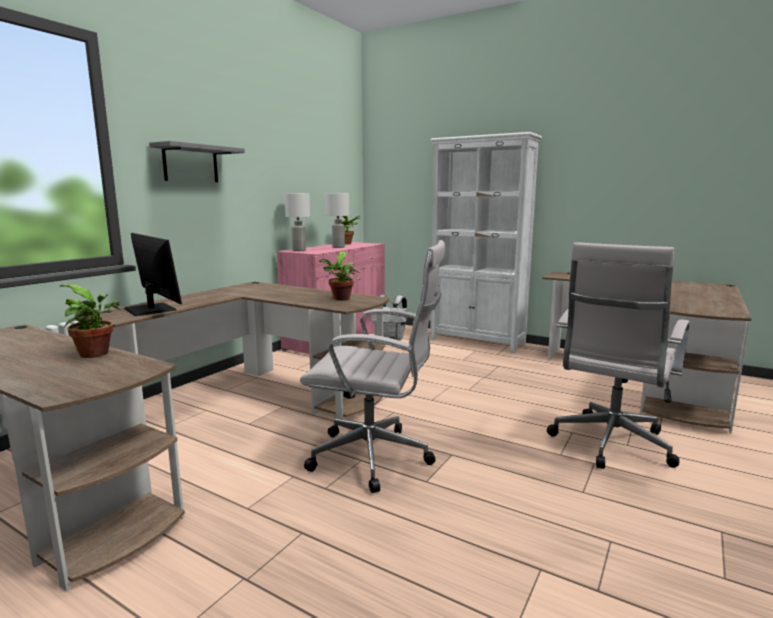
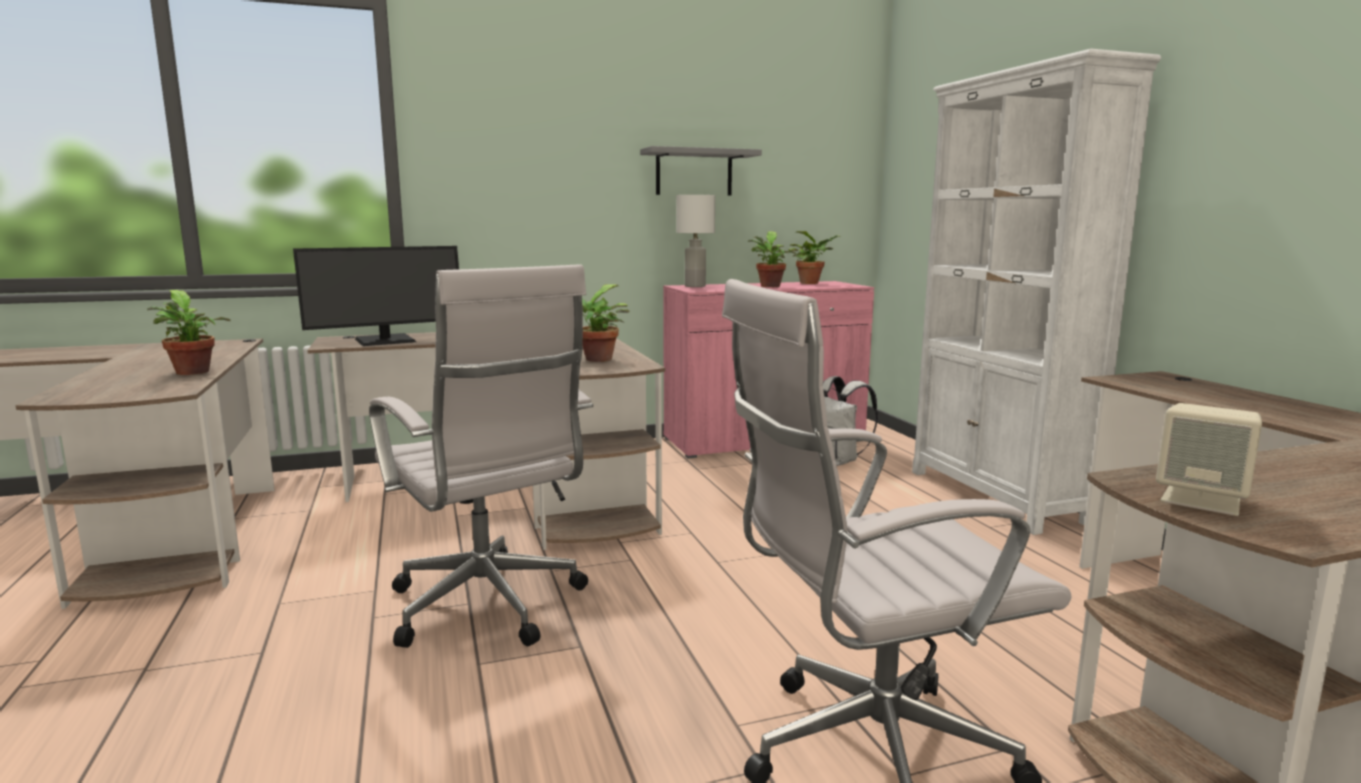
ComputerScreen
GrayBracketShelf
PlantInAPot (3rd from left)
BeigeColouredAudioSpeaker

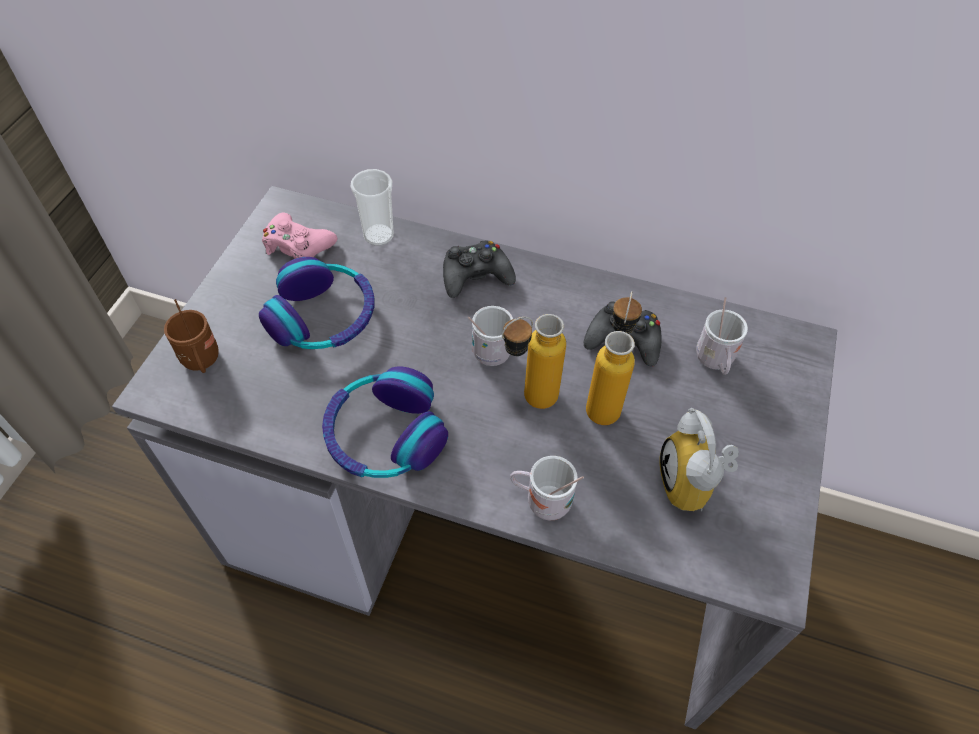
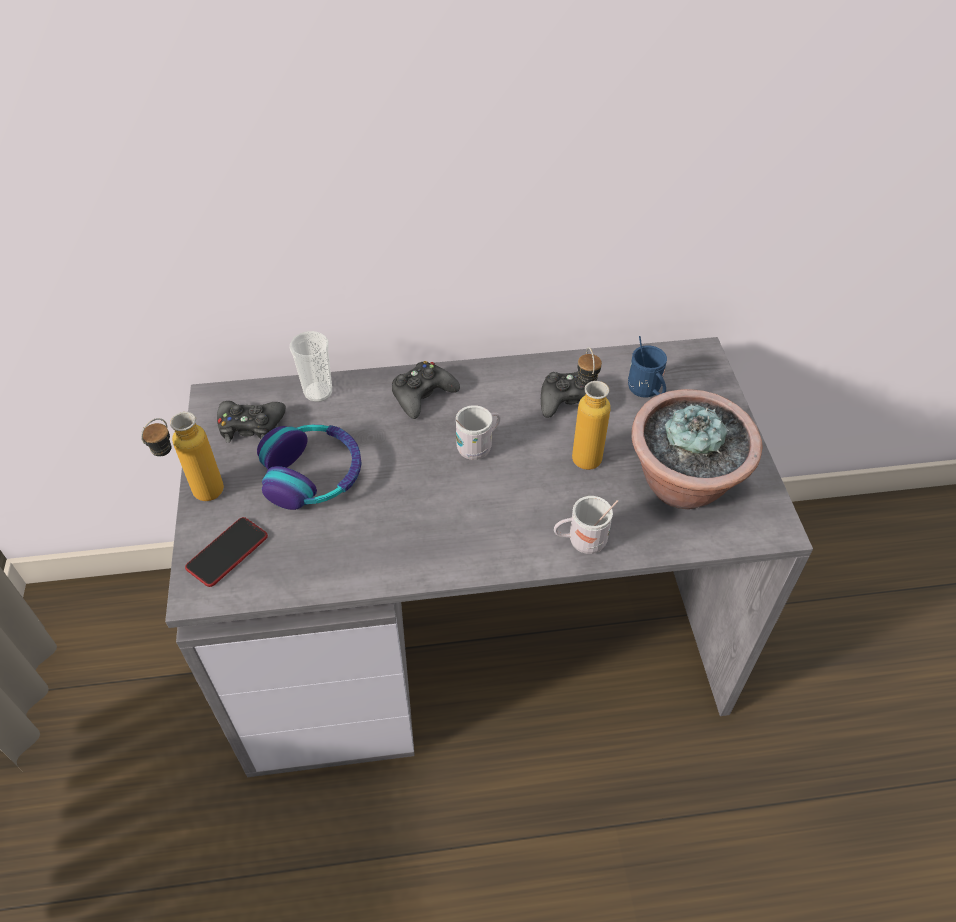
BeverageBottle (1st from left)
Telephone
BlackishGameController (1st from left)
BluishMug
PlantInAPot
Headphones (2nd from left in the first image)

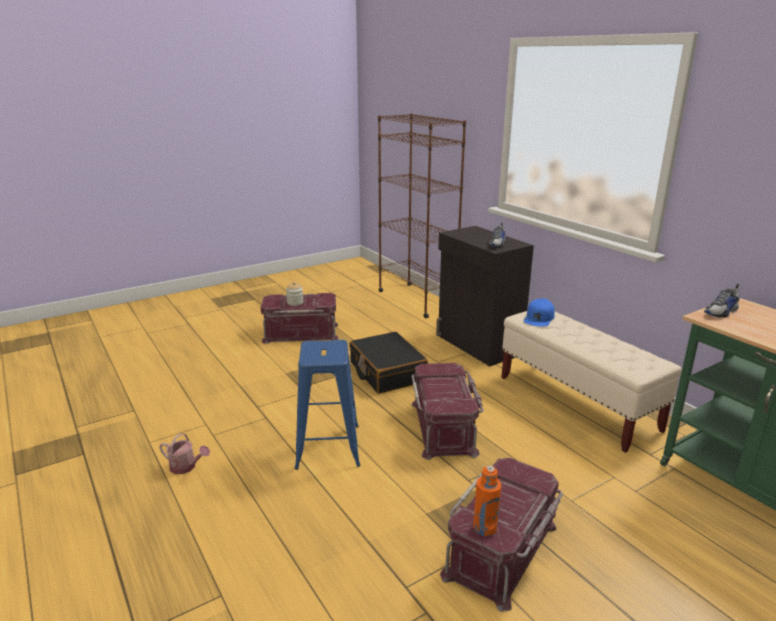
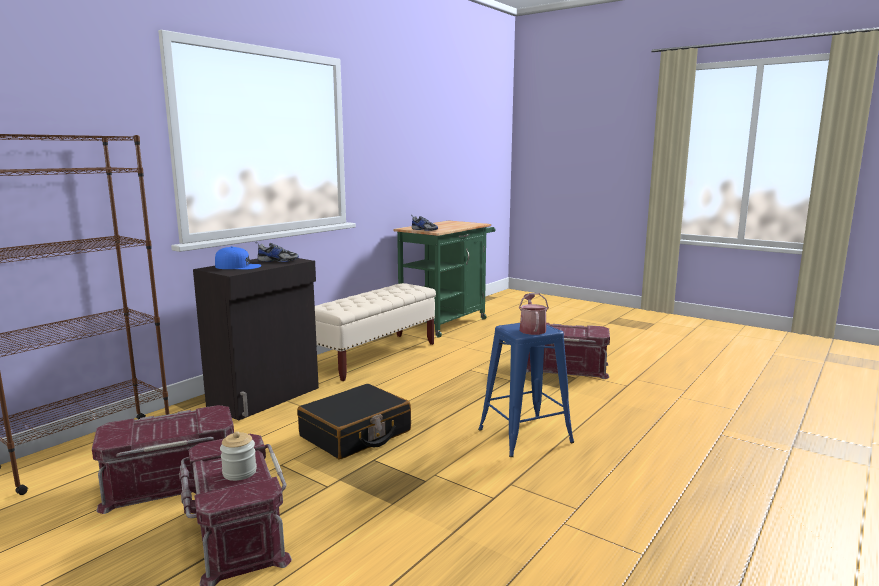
ReddishStorageBin (1st from left)
BluishPeakedCap
WateringPot
OrangeColouredBeverageBottle

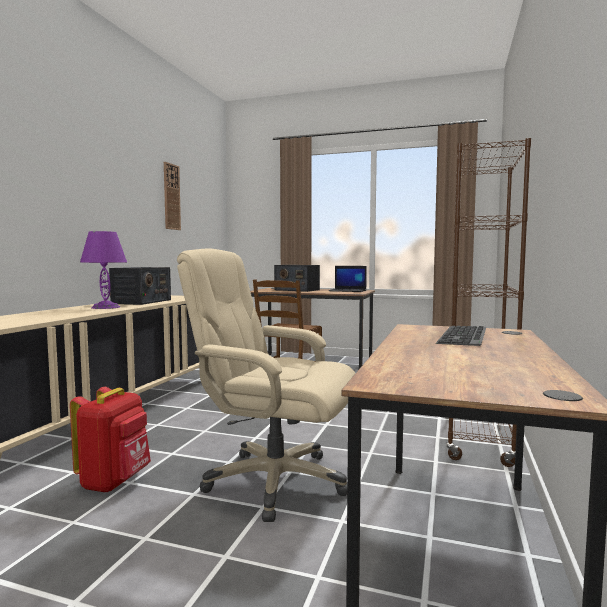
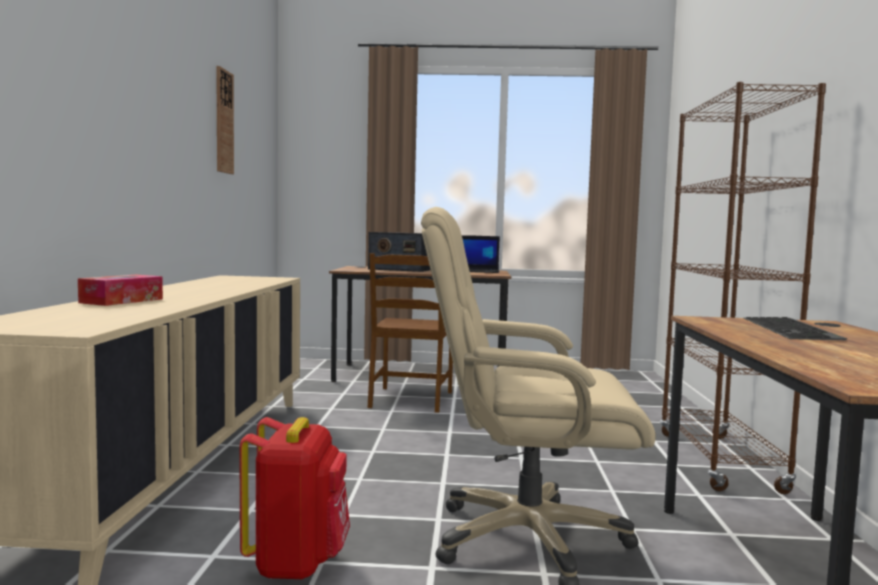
TissueHolder
PurplishTableLamp
RadioSet (1st from left in the first image)

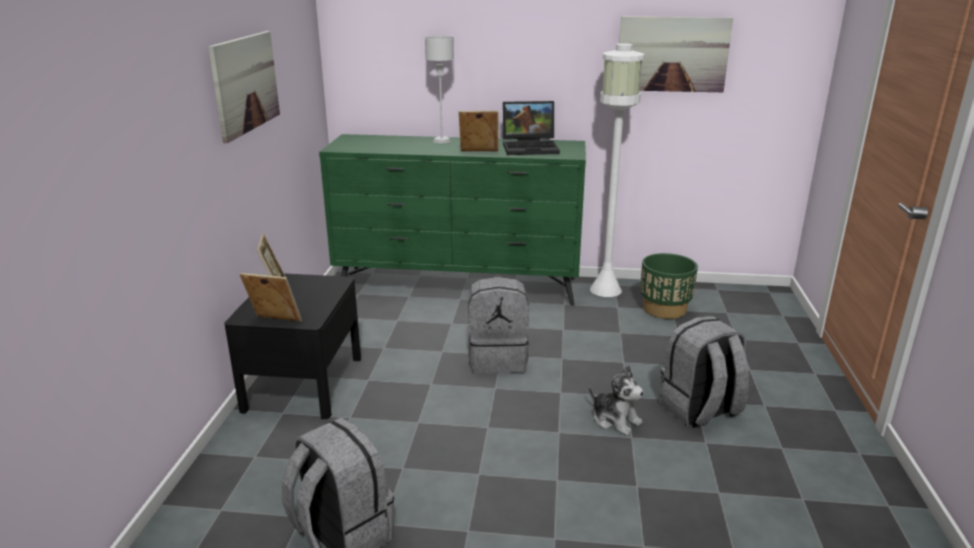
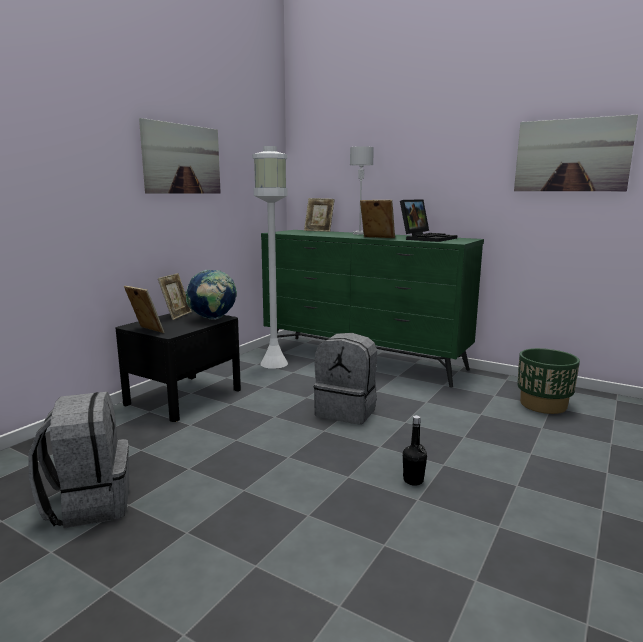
Globe
WhiteStandingLamp
PhotoFrame (3rd from left)
NotebookComputer
BlackishBeverageBottle
GrayRucksack (3rd from left in the first image)

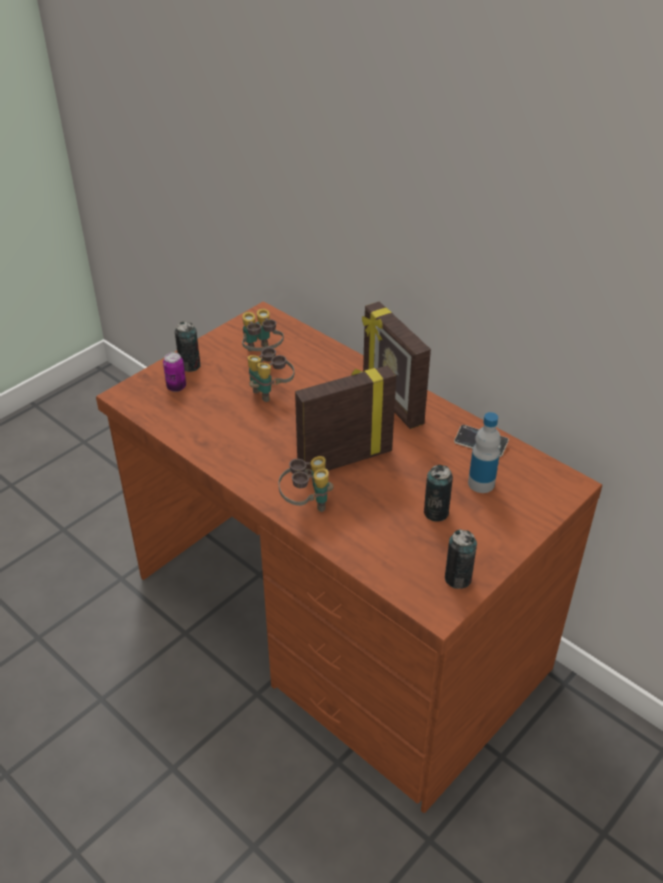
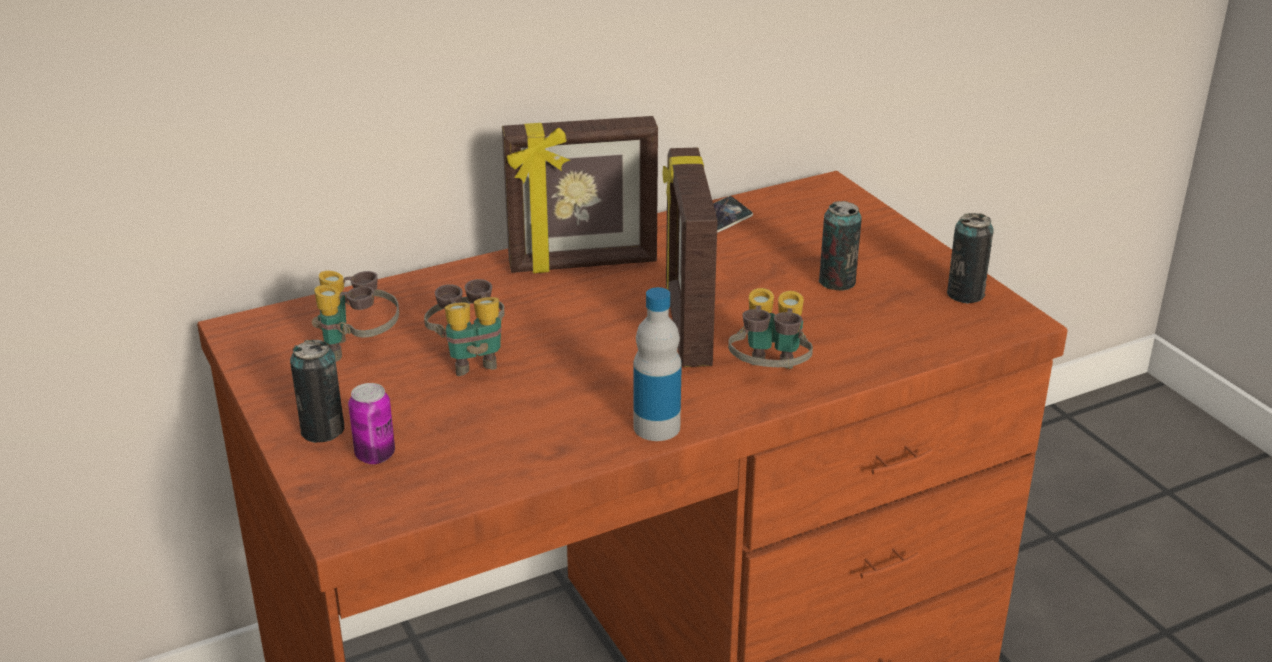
BeverageBottle

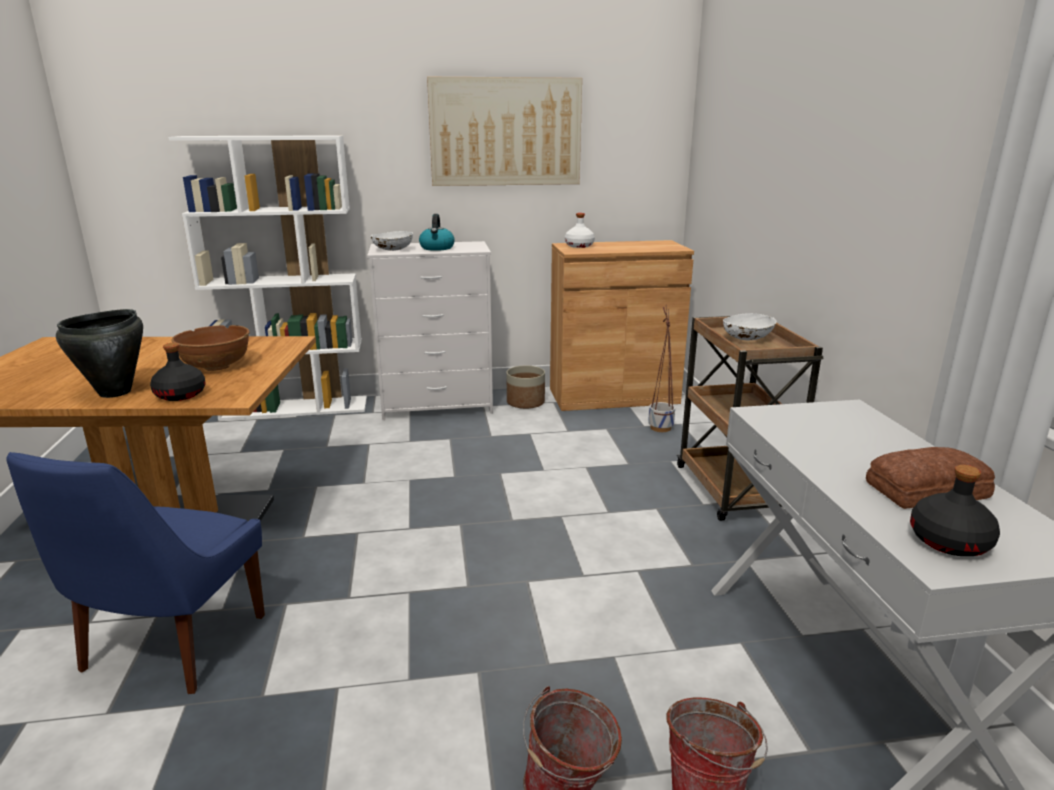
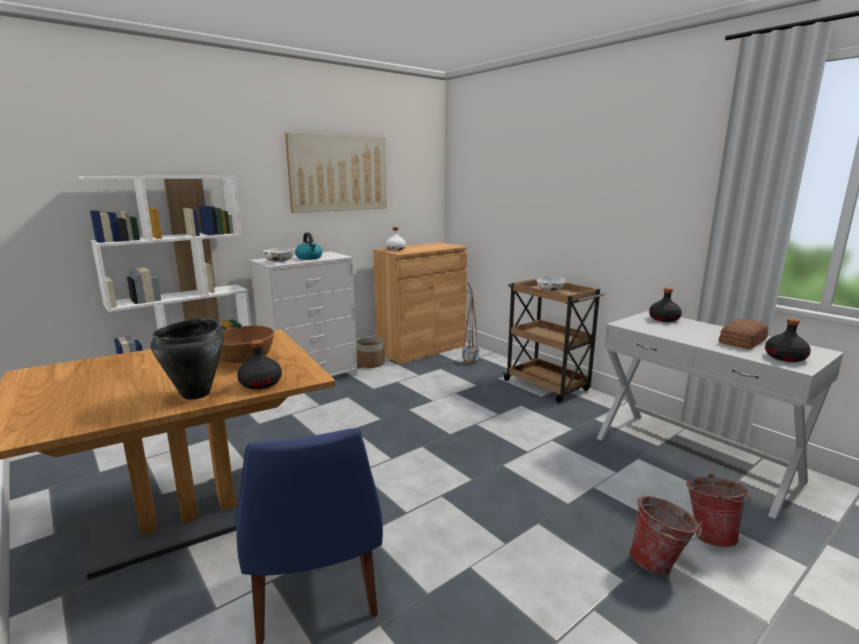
BlackishBeverageBottle (2nd from left)

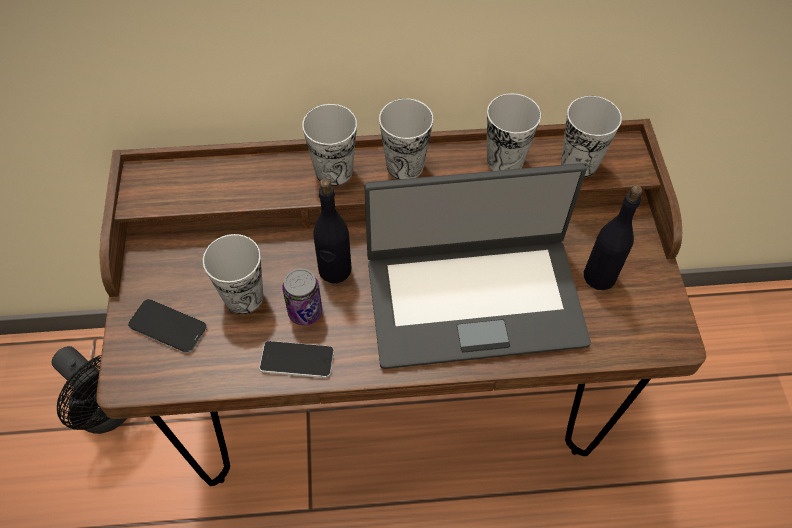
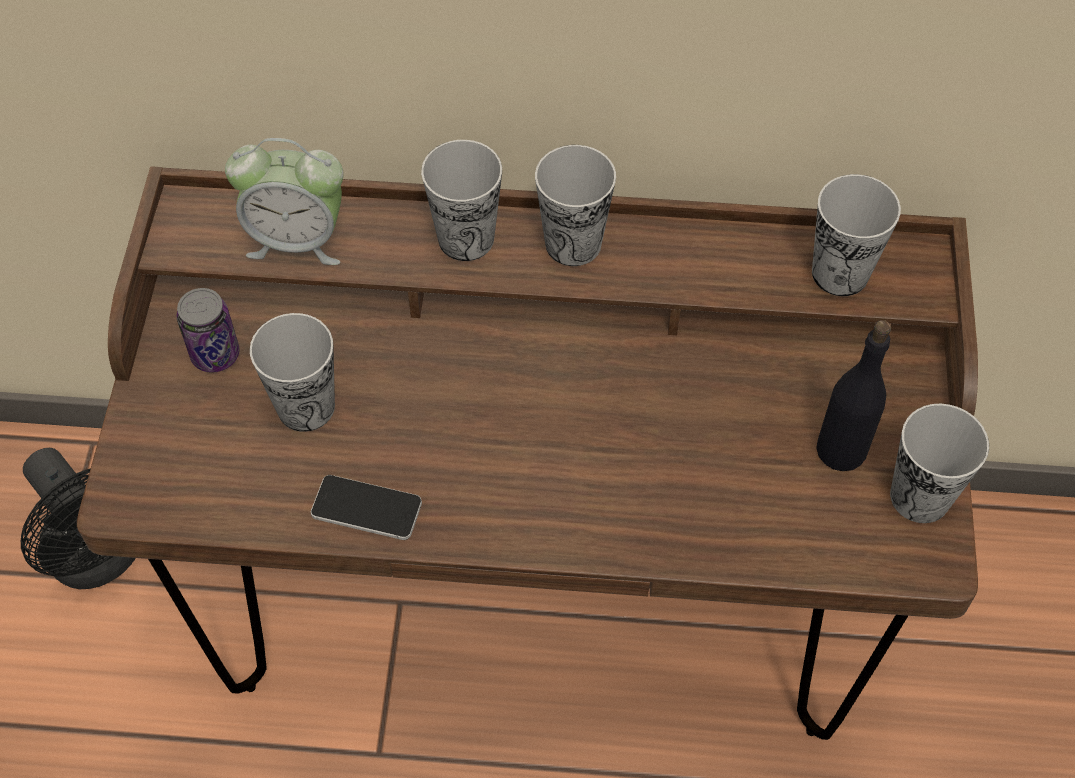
Can
TableClock
DrinkingCup (5th from left)
Telephone (1st from left in the first image)
BlackishBeverageBottle (1st from left in the first image)
NotebookComputer

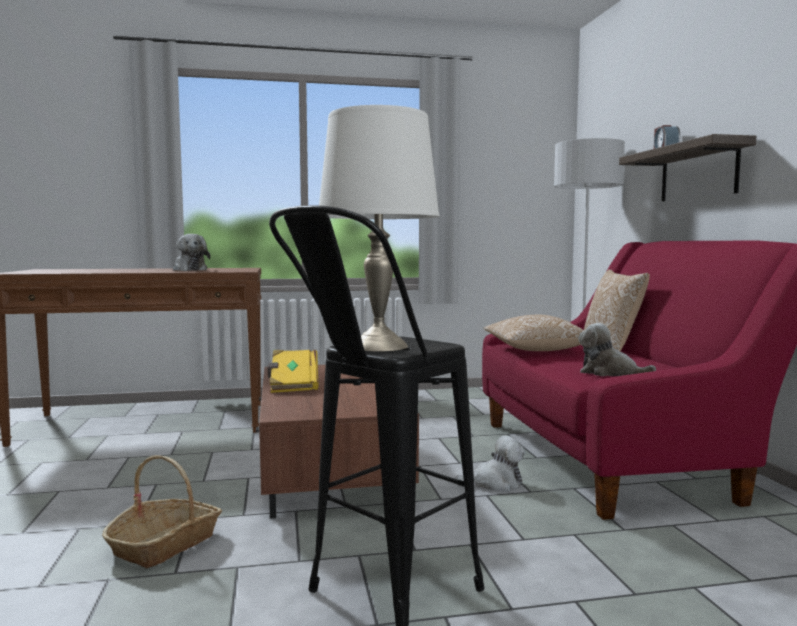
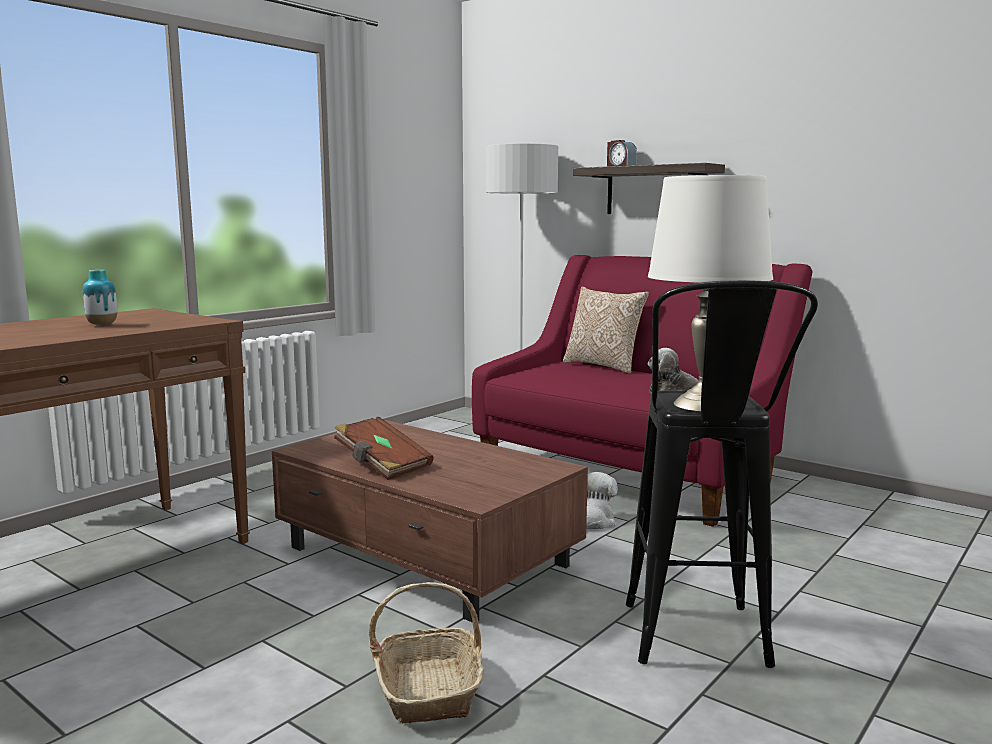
FlowerVase
BrownColouredVolume
Pillow (1st from left in the first image)

